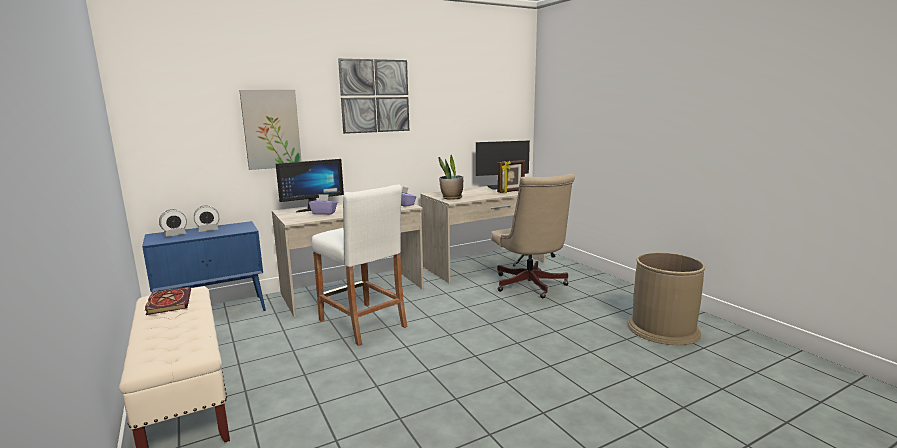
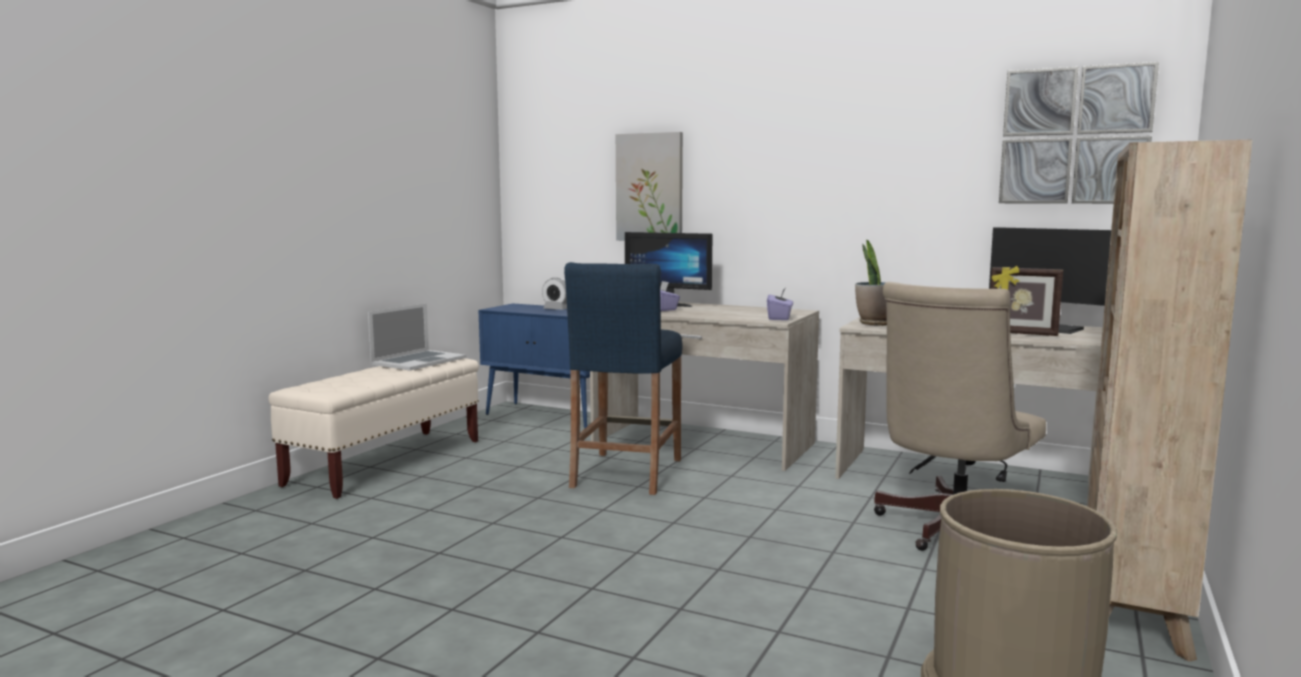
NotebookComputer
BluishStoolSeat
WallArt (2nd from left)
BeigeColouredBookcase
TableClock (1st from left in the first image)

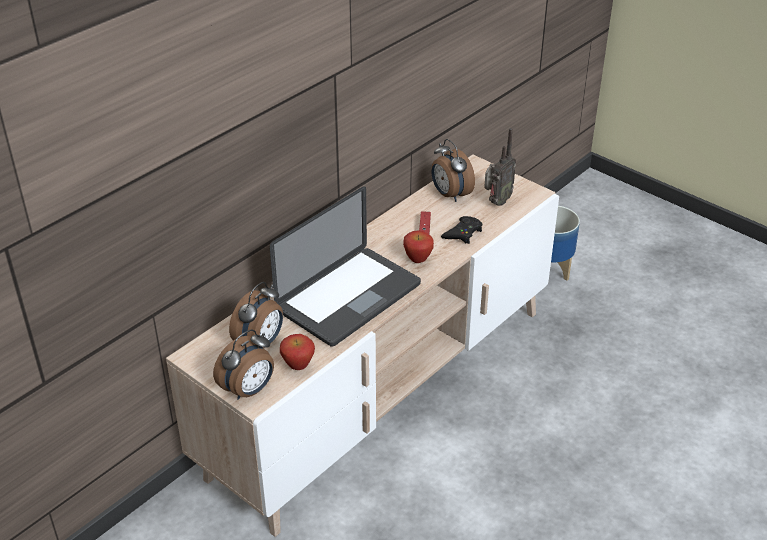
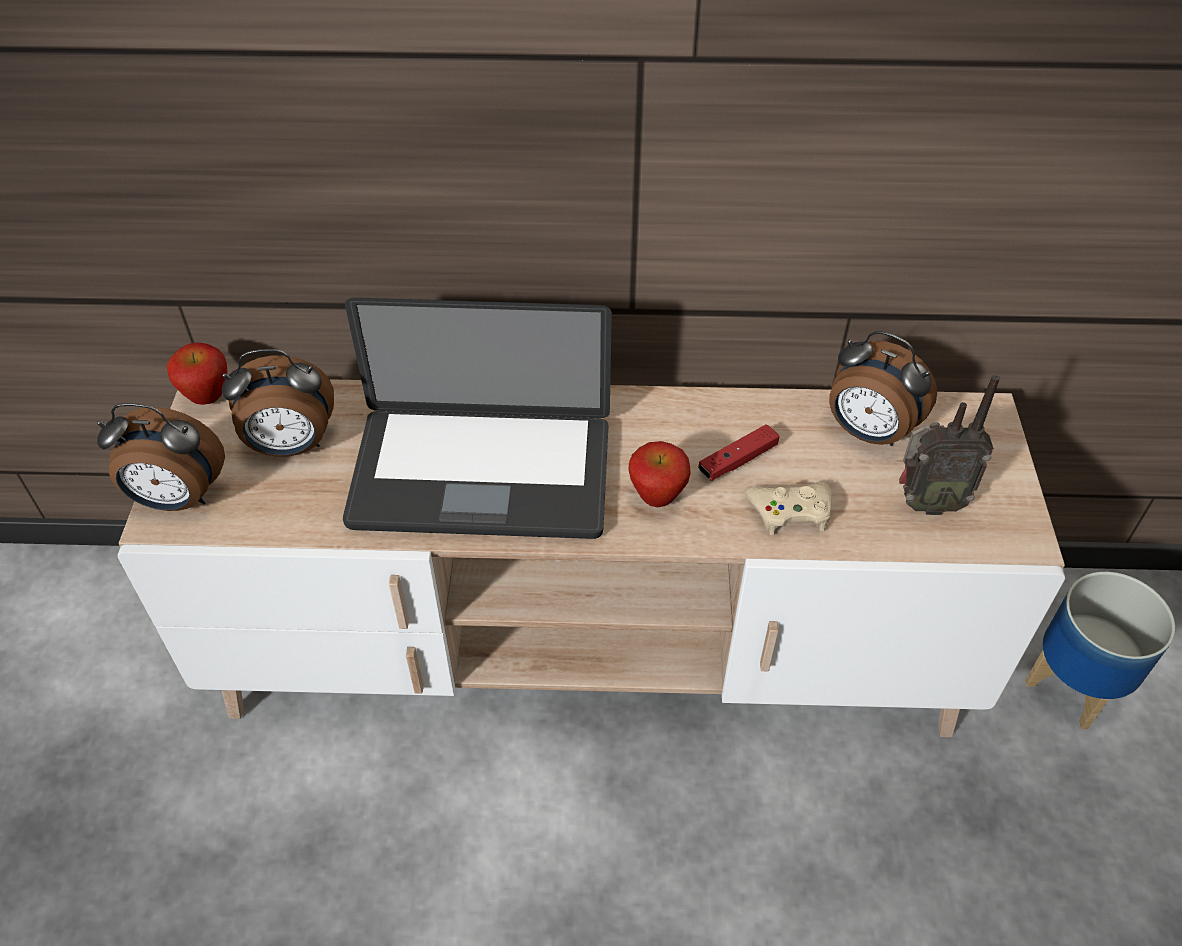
AppleFruit (1st from left)
BeigeColouredGameController
TableClock (3rd from left)

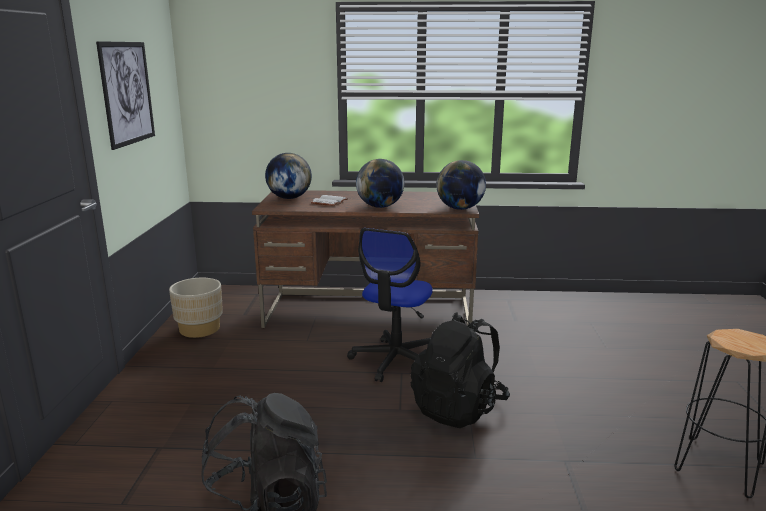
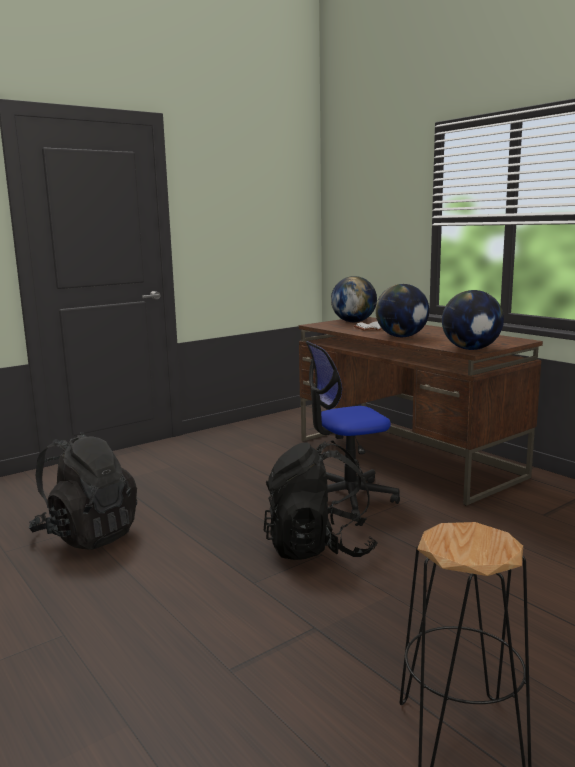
WallArt
BeigeColouredPlantPot

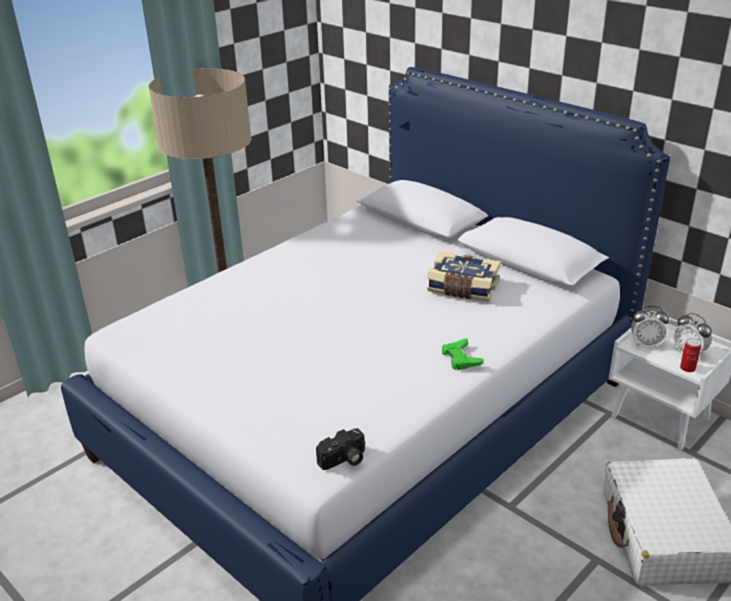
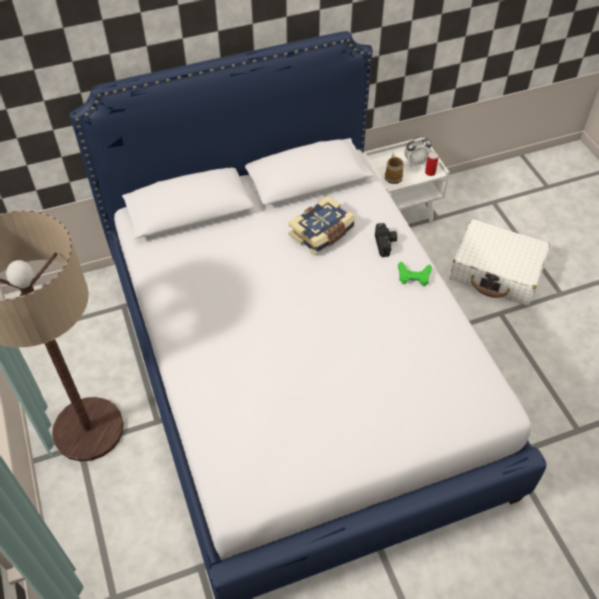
PhotoCamera
Mug

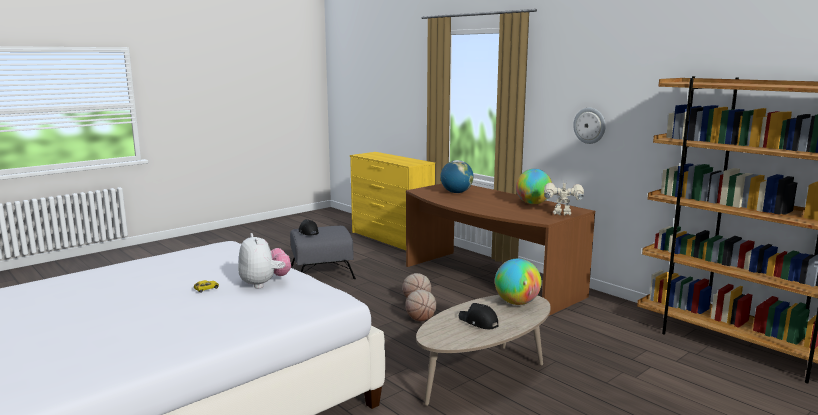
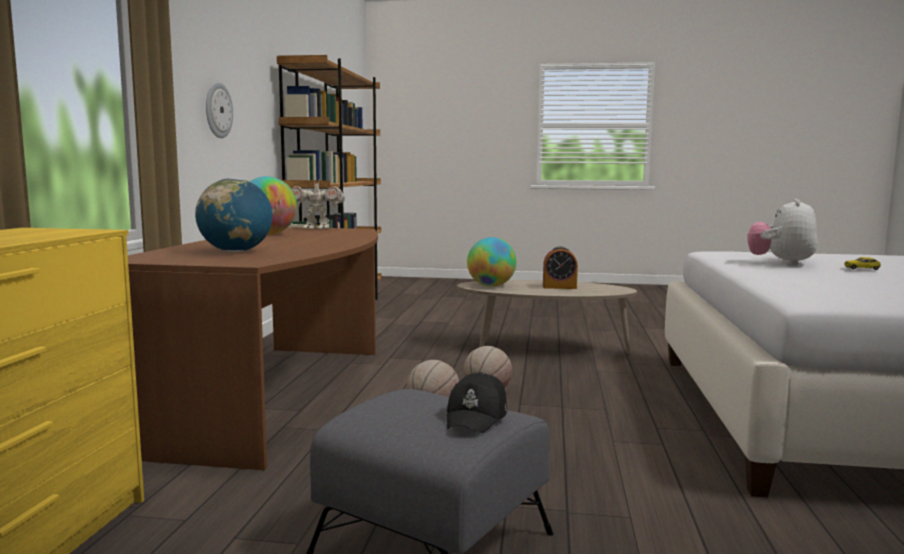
ToyRobot
TableClock

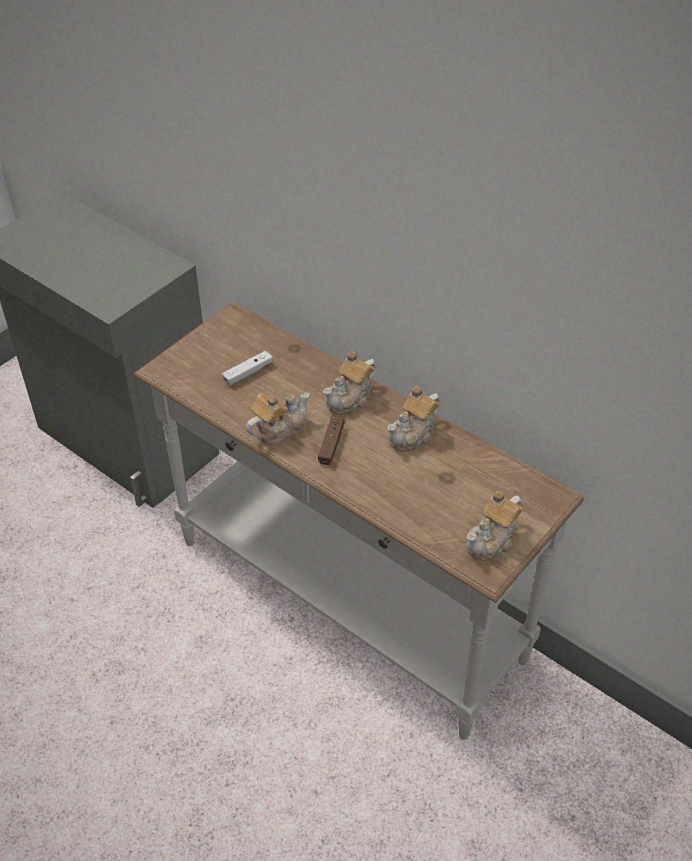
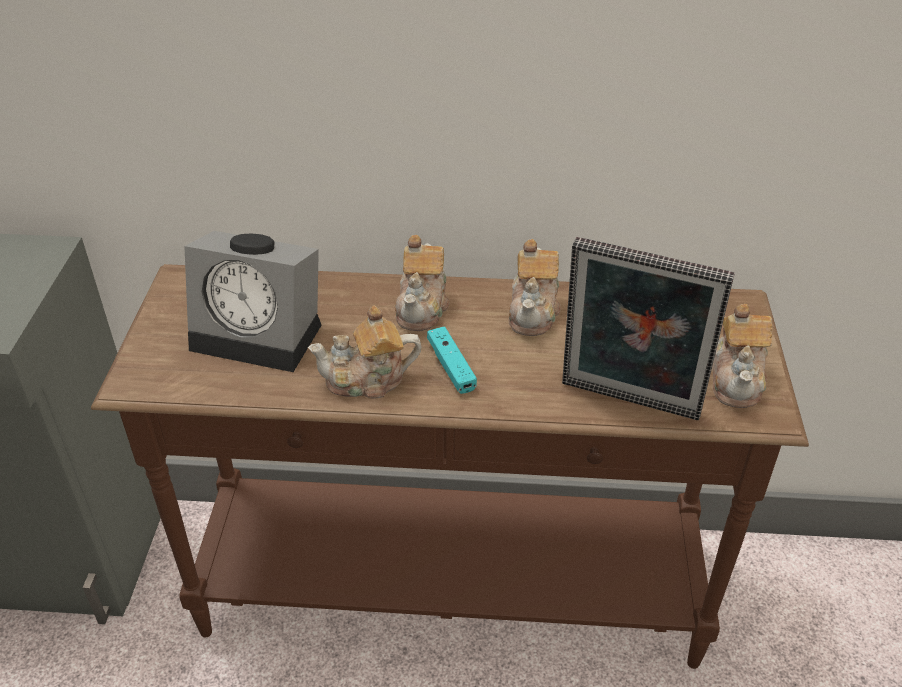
BrownColouredHallTable
TableClock
TeaPot (1st from left)
TurquoiseColouredGameController
PhotoFrame

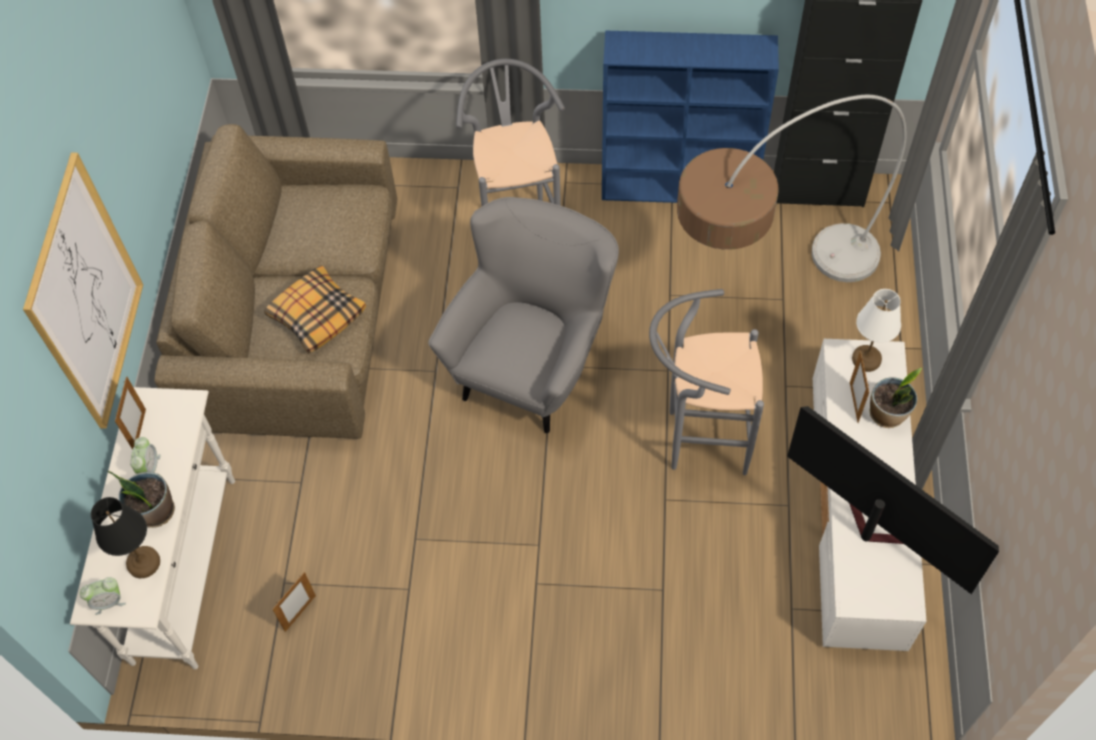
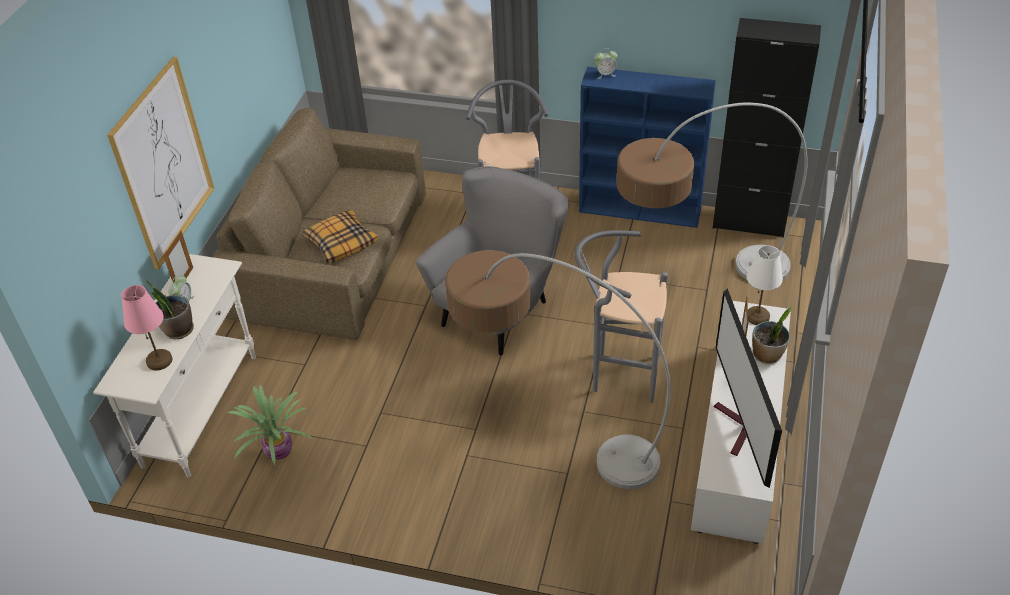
PinkColouredTableLamp
PlantInAPot (2nd from left)
StandingLamp (1st from left)
TableClock (2nd from left)
TvSet

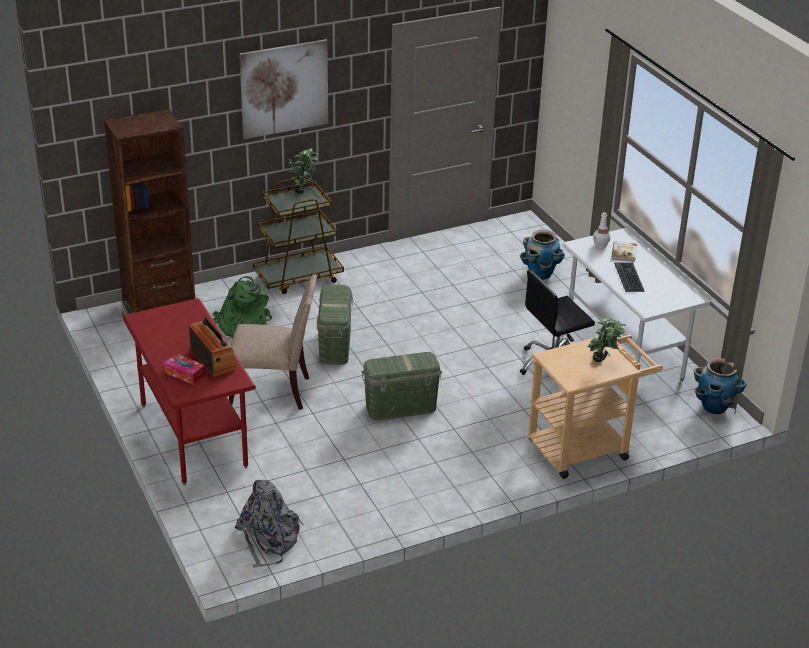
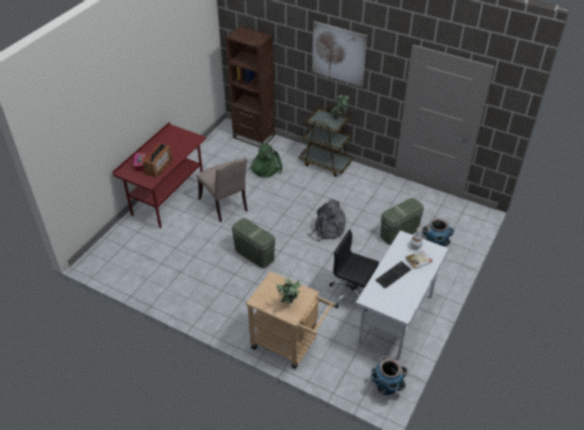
GrayRucksack
GreenishStorageBin (2nd from left)

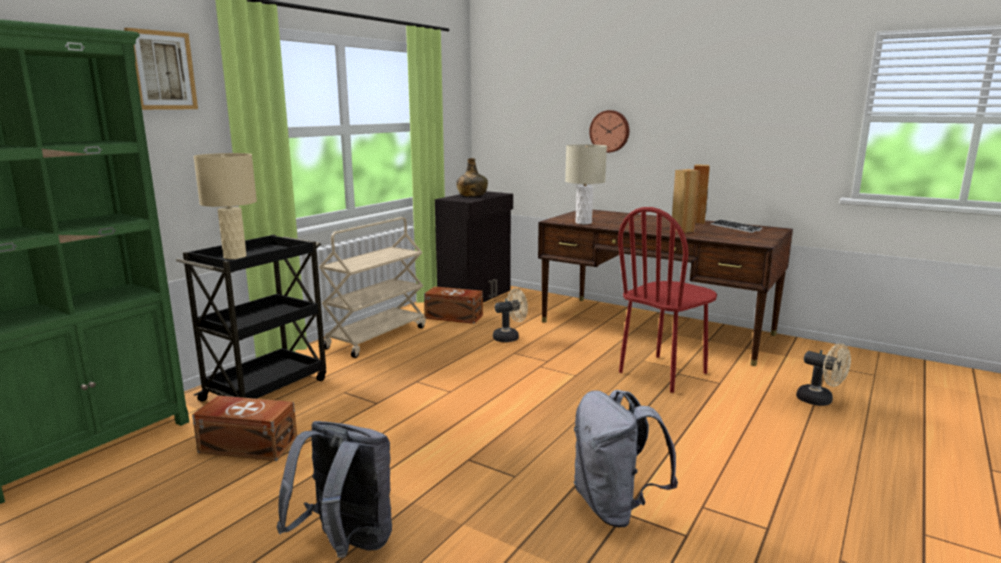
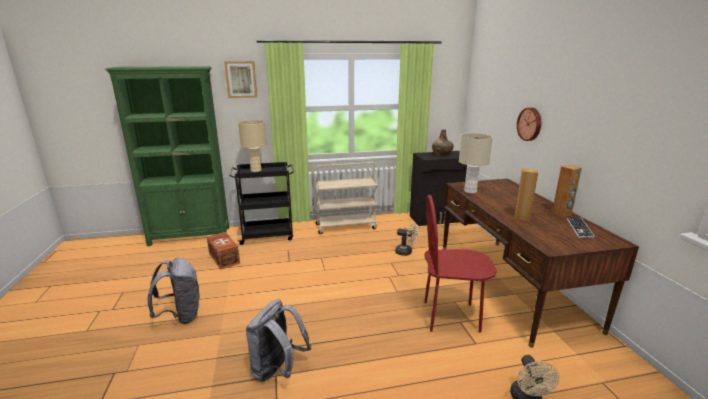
BrownColouredStorageBin (2nd from left in the first image)

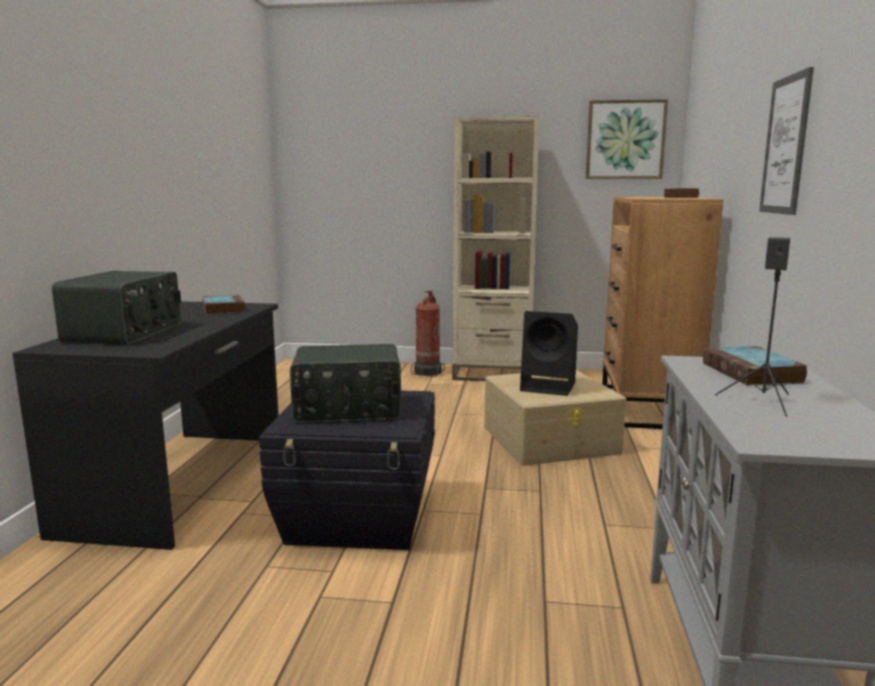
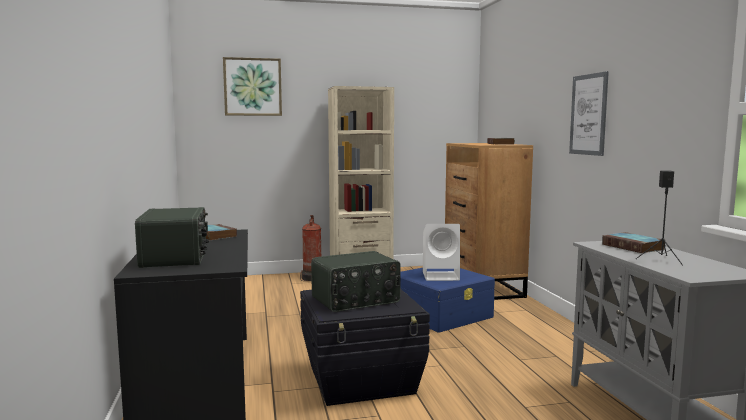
WallArt (1st from left)
BluishStorageBin
WhiteAudioSpeaker

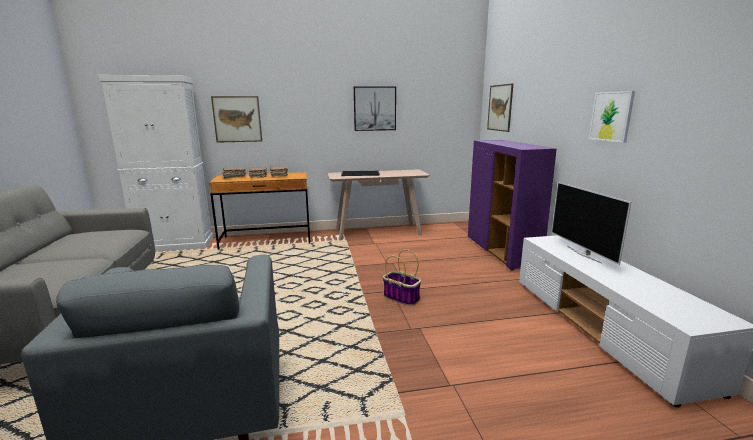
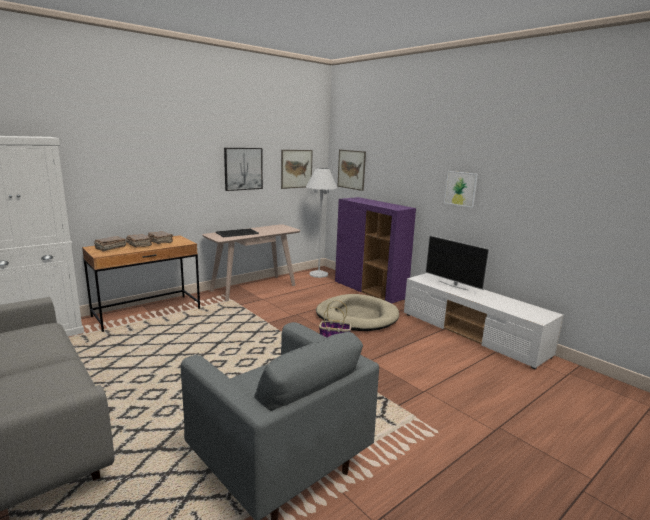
WallArt (2nd from left)
WhiteStandingLamp
BeigeColouredDogCushion

